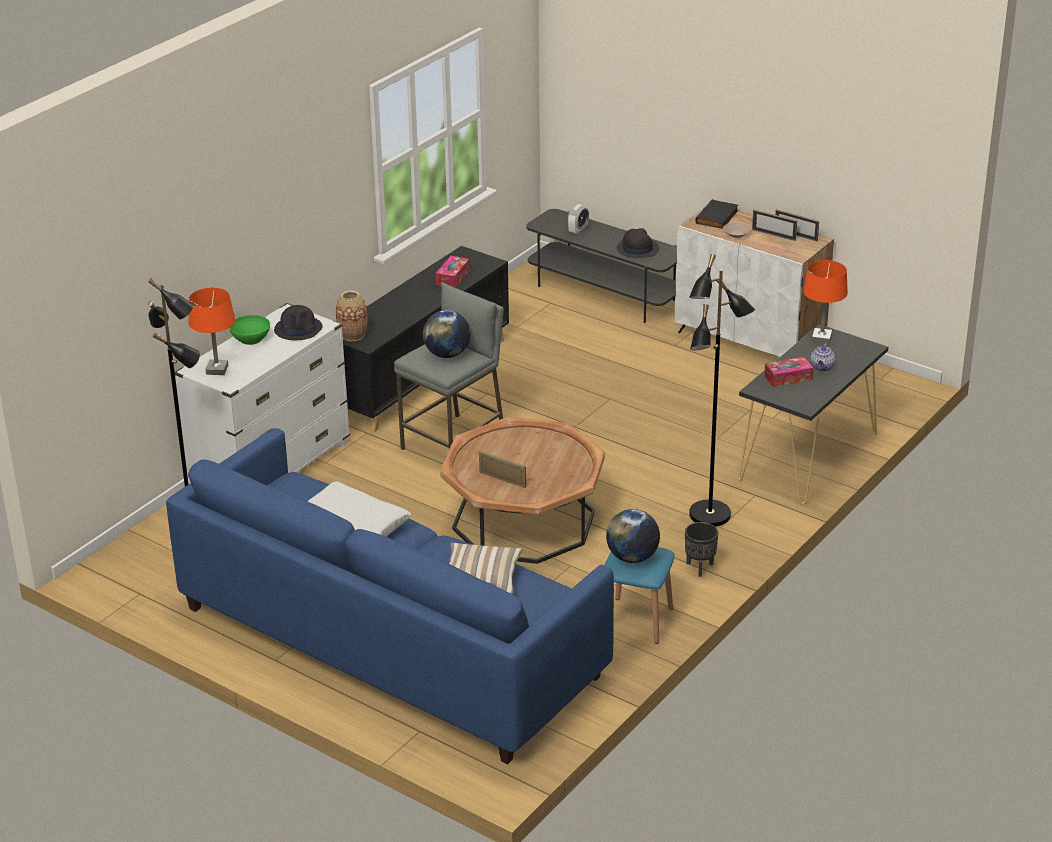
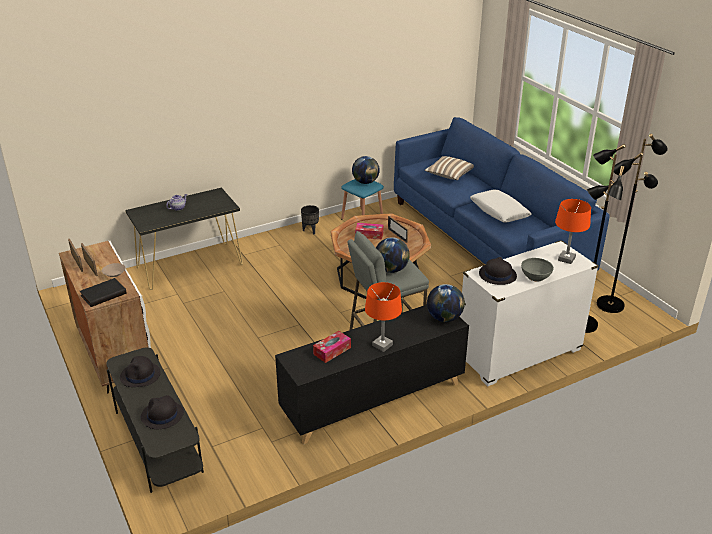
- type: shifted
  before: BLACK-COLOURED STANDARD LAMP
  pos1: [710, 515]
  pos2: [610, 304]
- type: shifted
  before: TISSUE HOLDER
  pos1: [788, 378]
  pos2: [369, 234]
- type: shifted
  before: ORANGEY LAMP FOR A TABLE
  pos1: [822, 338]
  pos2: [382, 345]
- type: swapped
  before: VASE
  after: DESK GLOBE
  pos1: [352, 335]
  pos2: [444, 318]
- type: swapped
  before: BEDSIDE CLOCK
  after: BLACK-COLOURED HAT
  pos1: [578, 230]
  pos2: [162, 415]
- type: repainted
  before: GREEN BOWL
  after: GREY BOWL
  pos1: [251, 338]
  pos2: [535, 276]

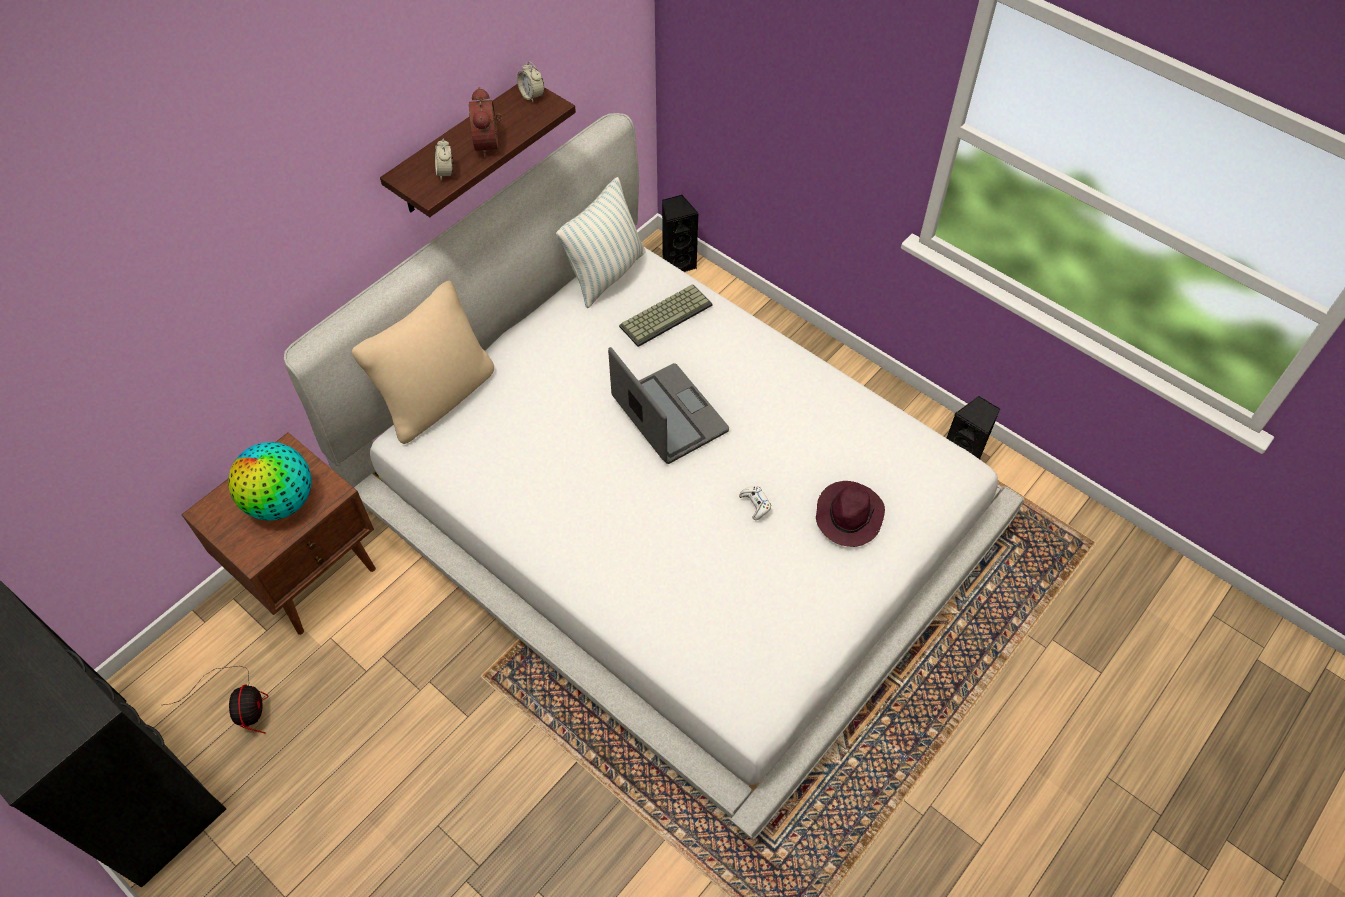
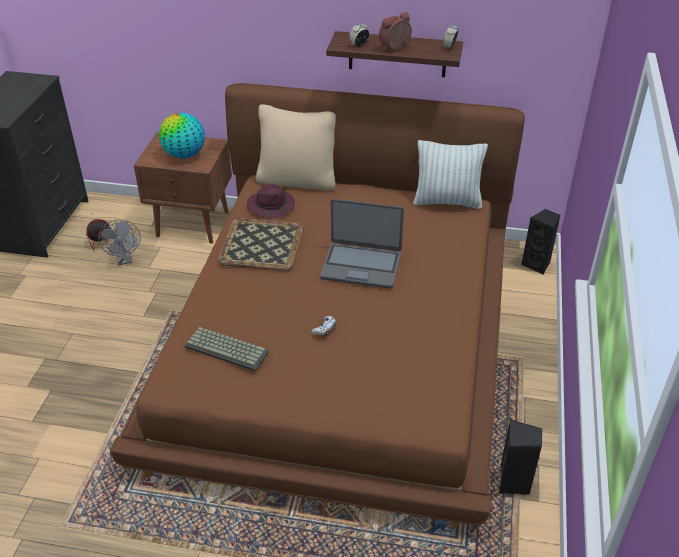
- type: new
  after: GREY ELECTRIC FAN
  pos2: [125, 260]
- type: new
  after: SERVING TRAY
  pos2: [261, 244]
- type: shifted
  before: KEYBOARD
  pos1: [666, 314]
  pos2: [228, 349]
- type: shifted
  before: PURPLISH HAT
  pos1: [848, 515]
  pos2: [272, 206]
- type: repainted
  before: WHITISH BEDROOM BED
  after: BROWN-COLOURED BEDROOM BED
  pos1: [672, 513]
  pos2: [339, 342]
- type: rotated
  before: NOTEBOOK COMPUTER
  pos1: [668, 415]
  pos2: [361, 266]
  turn: 75

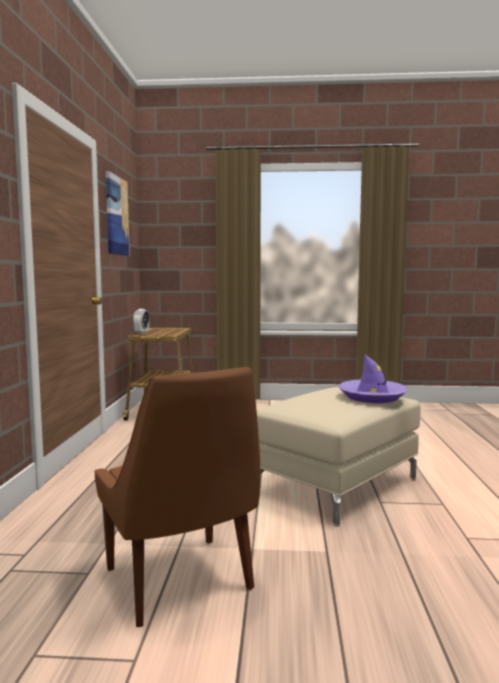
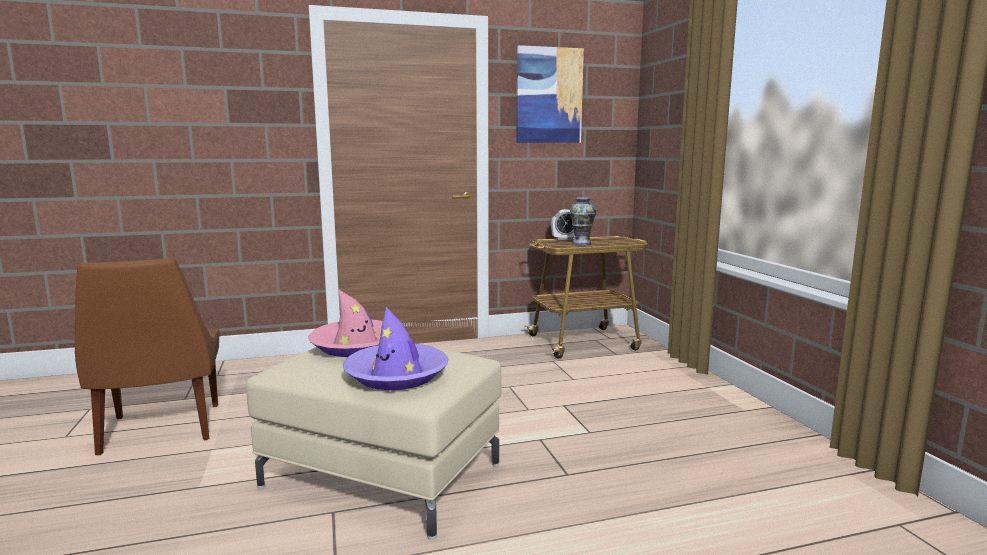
- type: new
  after: PINKISH HAT
  pos2: [356, 346]
- type: new
  after: VASE
  pos2: [581, 243]
- type: rotated
  before: BROWN-COLOURED CHAIR
  pos1: [181, 582]
  pos2: [160, 431]
  turn: -60

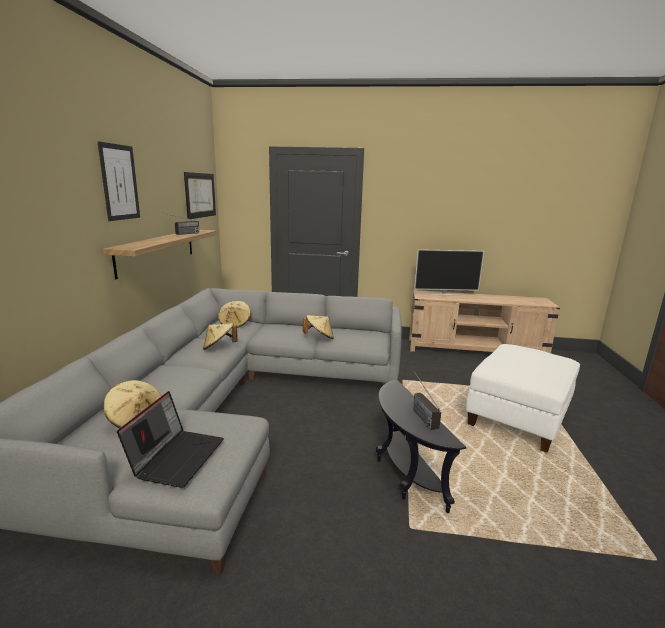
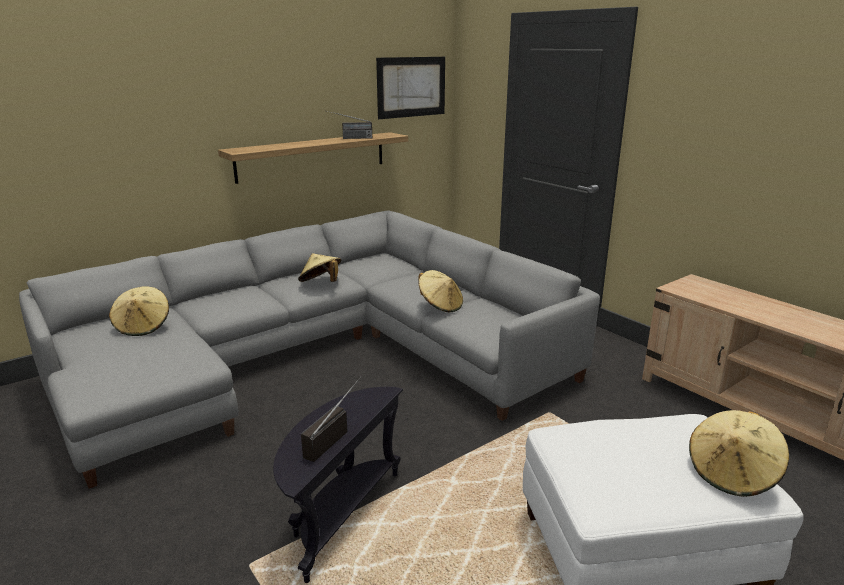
- type: gone
  before: WALL ART
  pos1: [119, 182]
- type: gone
  before: NOTEBOOK COMPUTER
  pos1: [177, 456]
- type: gone
  before: TV SET
  pos1: [445, 294]
- type: shifted
  before: BEIGE-COLOURED HAT
  pos1: [235, 324]
  pos2: [732, 473]

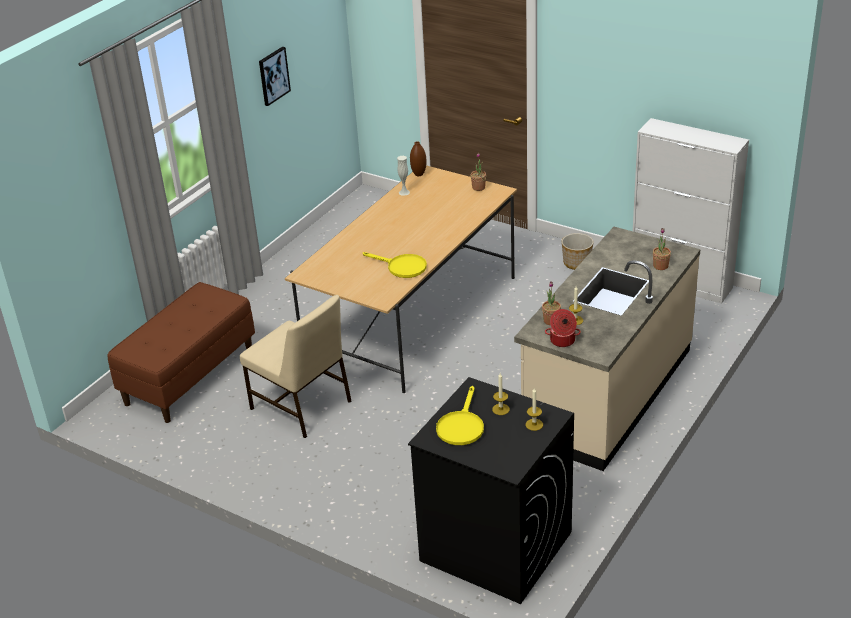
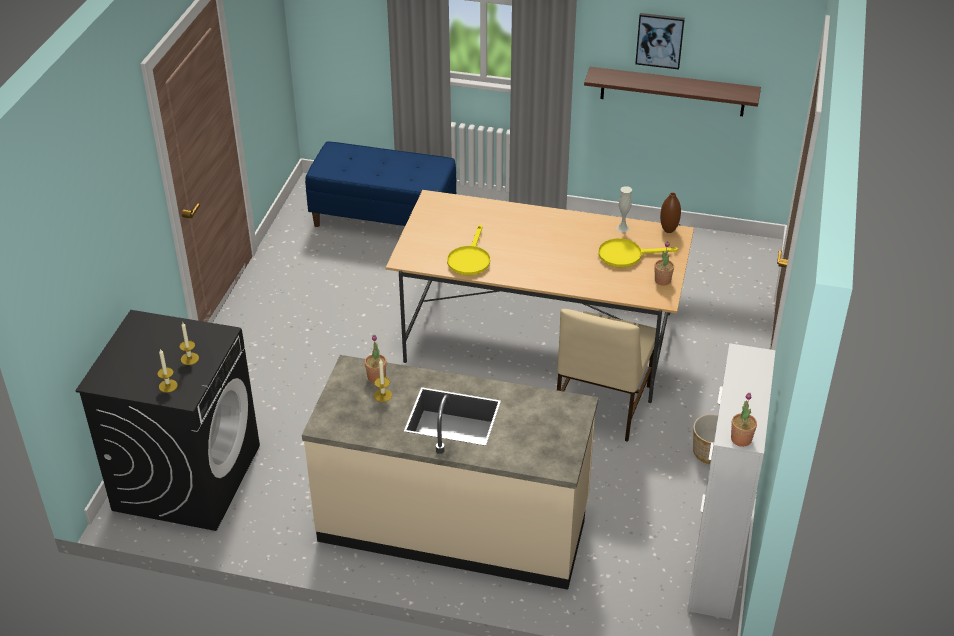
- type: gone
  before: STOCKPOT
  pos1: [562, 341]
- type: new
  after: WALL SHELF
  pos2: [672, 91]
- type: shifted
  before: BEIGE-COLOURED CHAIR
  pos1: [301, 406]
  pos2: [601, 405]
- type: shifted
  before: YELLOW PAN
  pos1: [461, 426]
  pos2: [626, 255]
- type: shifted
  before: HOUSEPLANT
  pos1: [660, 266]
  pos2: [741, 439]
- type: repainted
  before: BROWN-COLOURED INDOOR BENCH
  after: BLUE-COLOURED INDOOR BENCH
  pos1: [189, 376]
  pos2: [384, 219]

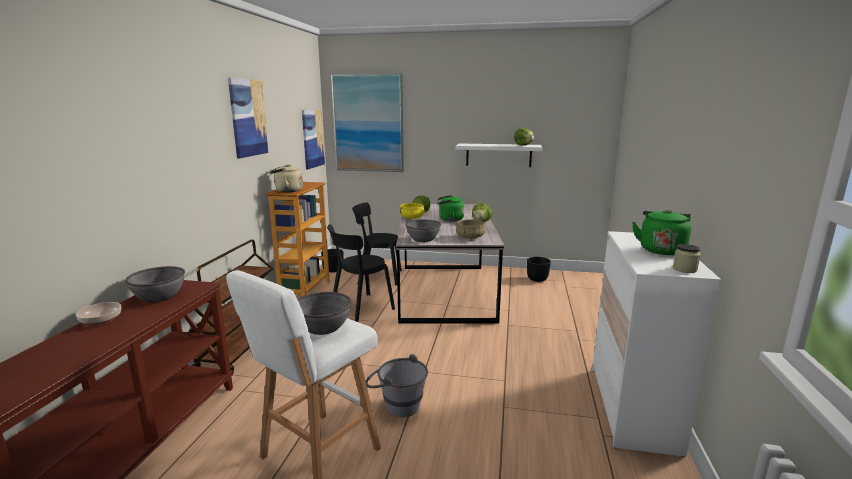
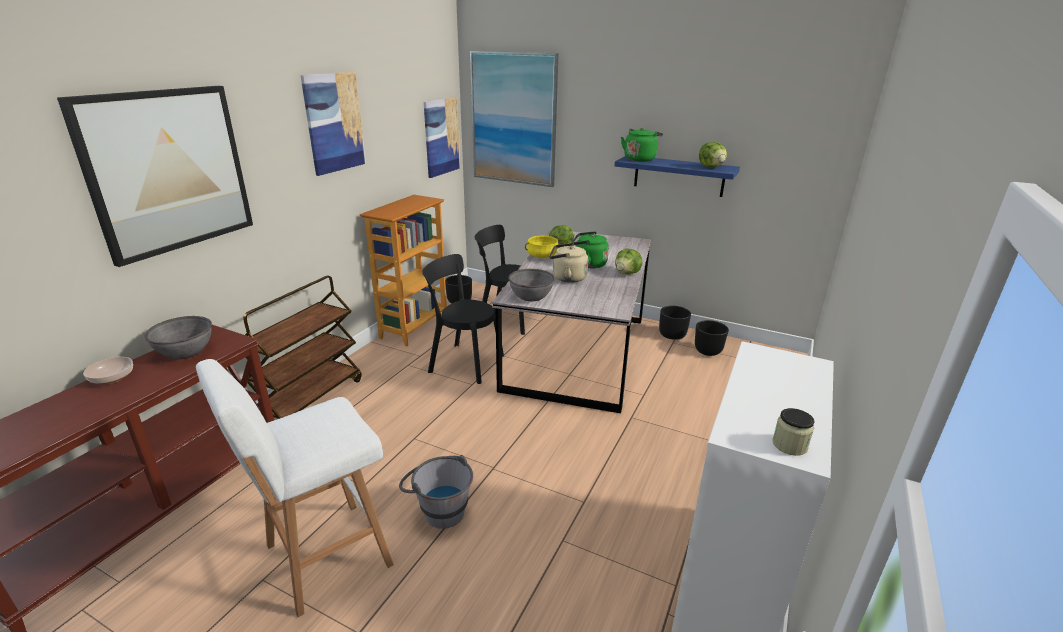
- type: gone
  before: GREY BOWL
  pos1: [323, 327]
- type: gone
  before: BEIGE-COLOURED STOCKPOT
  pos1: [470, 237]
- type: new
  after: WALL ART
  pos2: [168, 171]
- type: new
  after: BLACK-COLOURED FLOWER POT
  pos2: [672, 335]
- type: shifted
  before: BEIGE-COLOURED TEA KETTLE
  pos1: [287, 191]
  pos2: [567, 278]
- type: shifted
  before: GREEN TEA KETTLE
  pos1: [661, 250]
  pos2: [640, 159]
- type: repainted
  before: WHITISH WALL SHELF
  after: BLUE-COLOURED WALL SHELF
  pos1: [498, 155]
  pos2: [678, 176]
- type: rotated
  before: BLACK-COLOURED CHAIR
  pos1: [360, 308]
  pos2: [463, 362]
  turn: 45

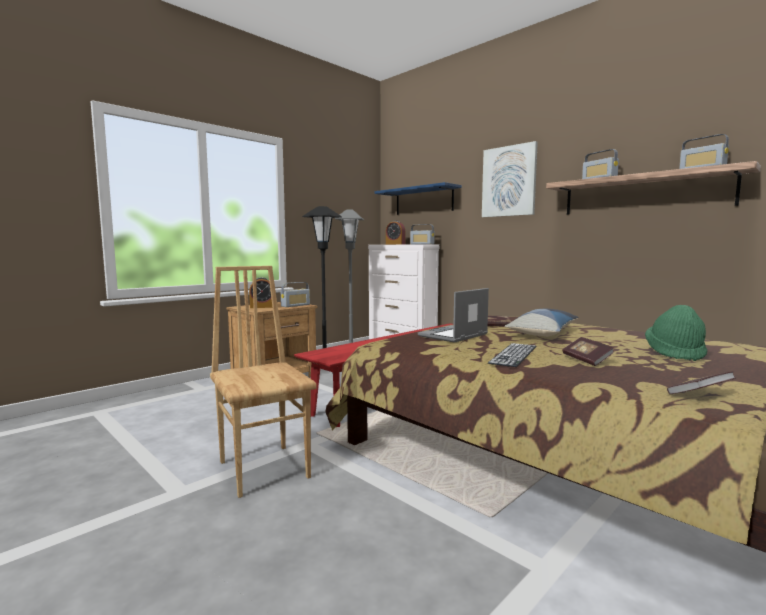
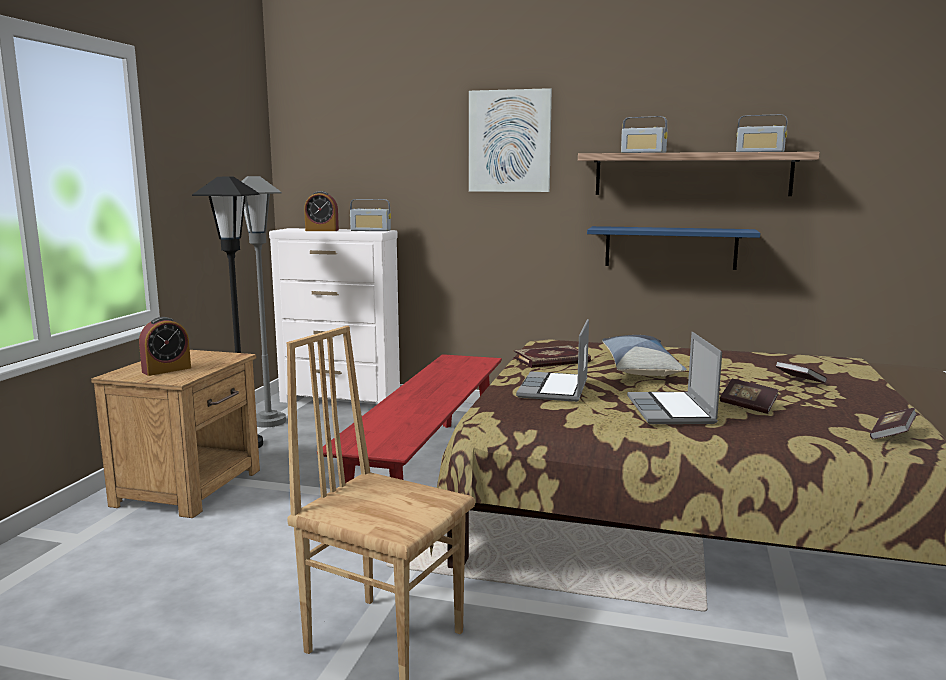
- type: gone
  before: RADIO RECEIVER
  pos1: [295, 305]
- type: shifted
  before: BLUE-COLOURED WALL SHELF
  pos1: [424, 201]
  pos2: [670, 247]
- type: swapped
  before: KEYBOARD
  after: NOTEBOOK COMPUTER
  pos1: [514, 354]
  pos2: [672, 411]
- type: swapped
  before: GREEN HAT
  after: BOUND BOOK
  pos1: [675, 353]
  pos2: [799, 381]

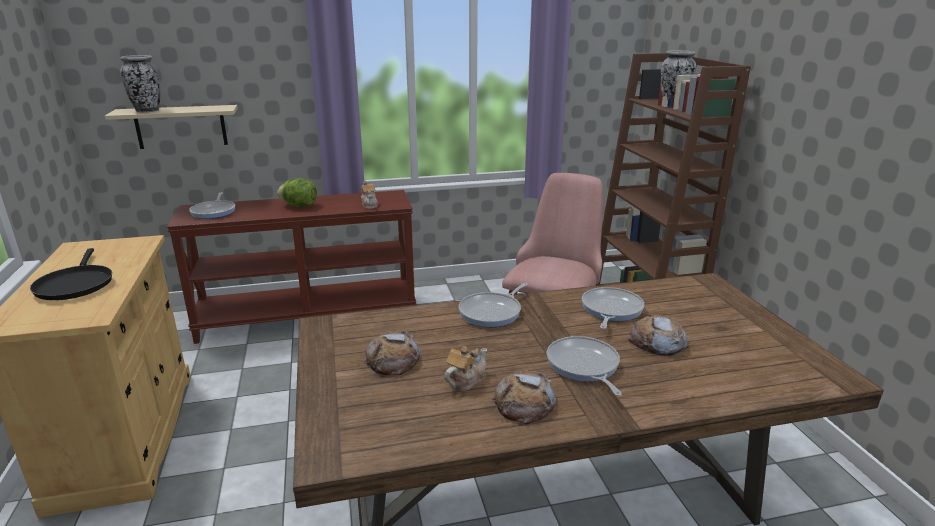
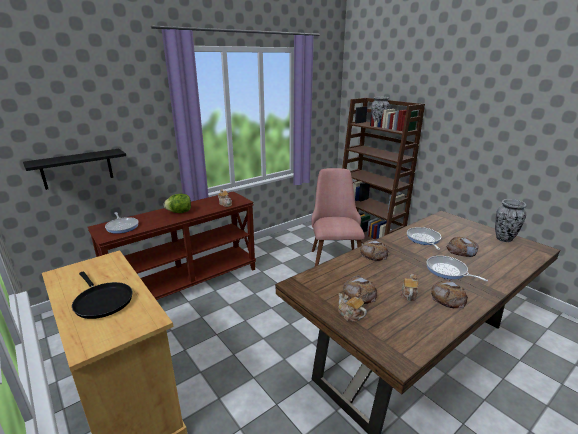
- type: new
  after: TEAPOT
  pos2: [350, 315]
- type: shifted
  before: VASE
  pos1: [147, 111]
  pos2: [504, 239]
- type: swapped
  before: PAN
  after: BAKED BREAD
  pos1: [492, 312]
  pos2: [373, 254]
- type: repainted
  before: BEIGE-COLOURED WALL SHELF
  after: BLACK-COLOURED WALL SHELF
  pos1: [181, 127]
  pos2: [77, 169]

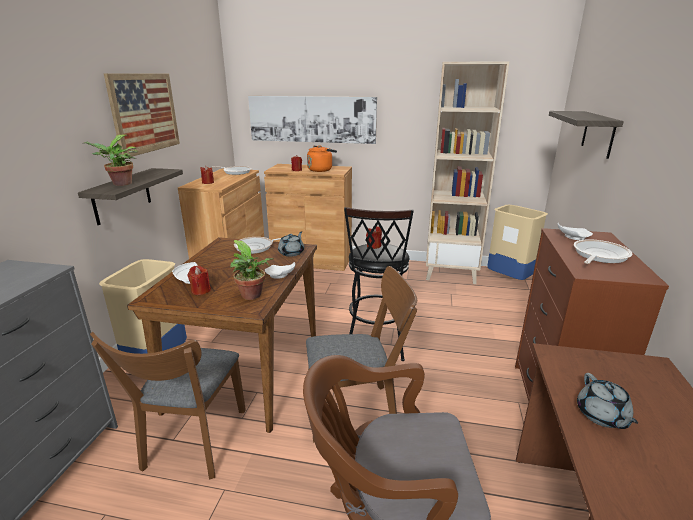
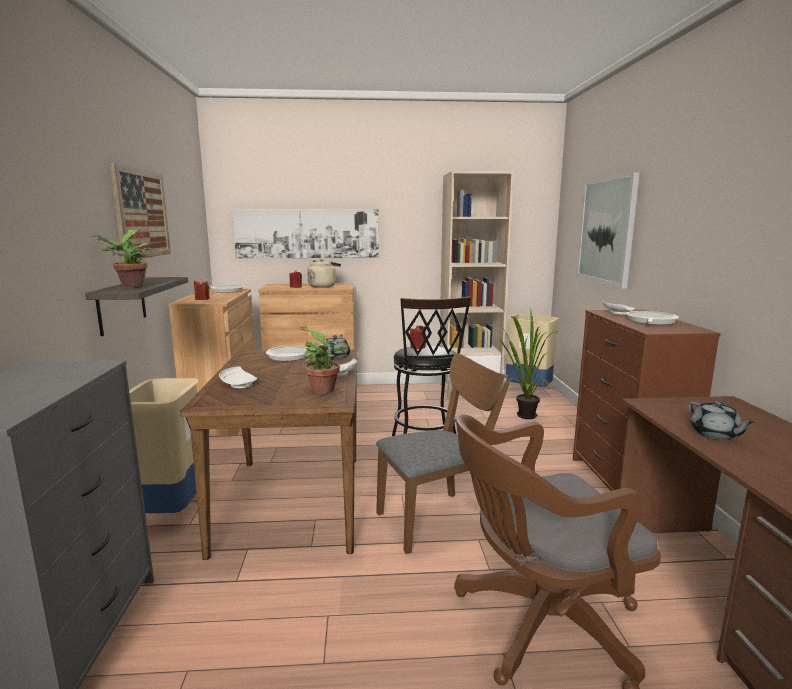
- type: gone
  before: BROWN-COLOURED CHAIR
  pos1: [193, 444]
- type: gone
  before: REDDISH WAX LIGHT
  pos1: [200, 291]
- type: new
  after: HOUSEPLANT
  pos2: [522, 416]
- type: swapped
  before: WALL SHELF
  after: WALL ART
  pos1: [598, 133]
  pos2: [606, 230]
- type: repainted
  before: ORANGEY TEA KETTLE
  after: BEIGE-COLOURED TEA KETTLE
  pos1: [321, 170]
  pos2: [323, 286]

